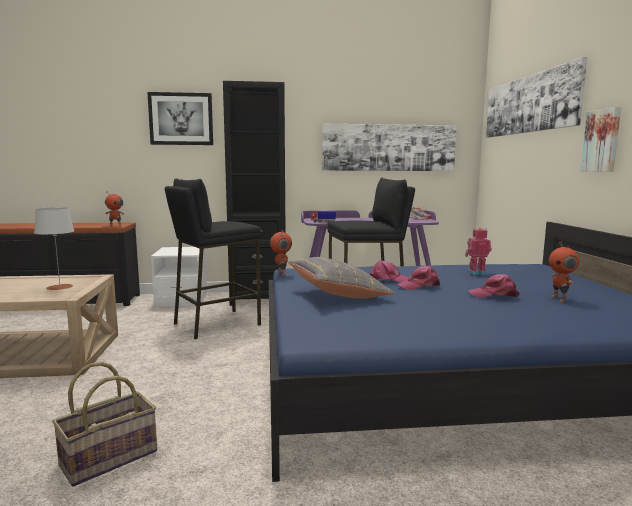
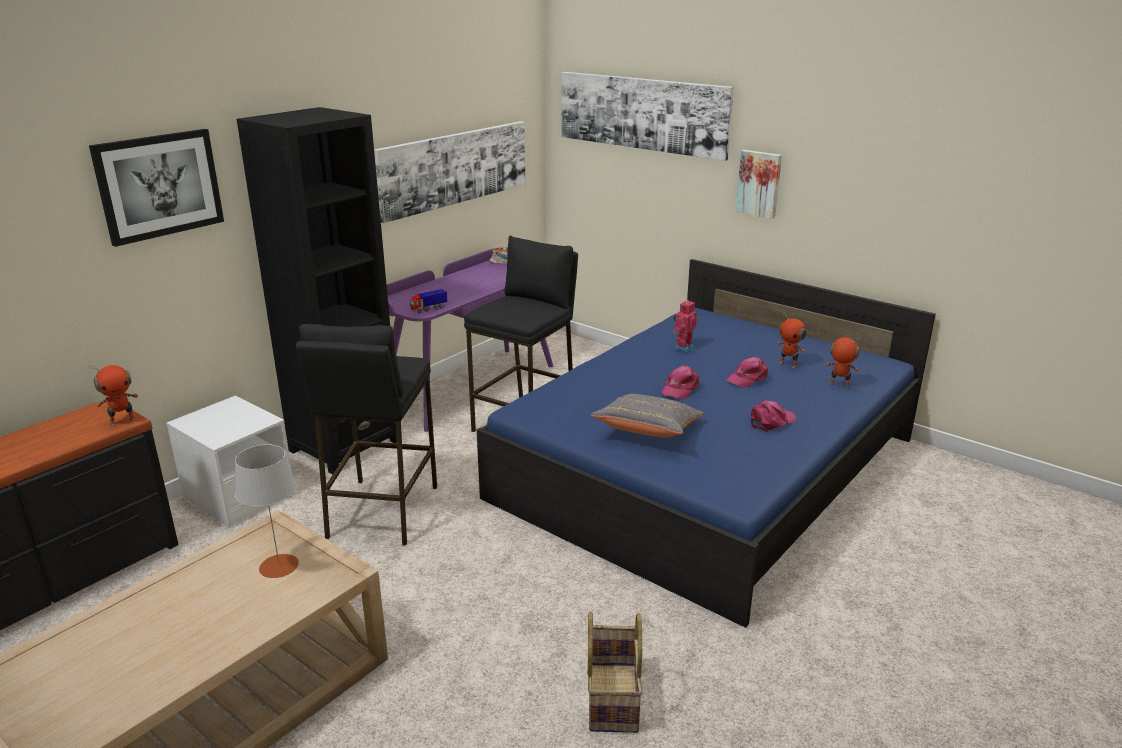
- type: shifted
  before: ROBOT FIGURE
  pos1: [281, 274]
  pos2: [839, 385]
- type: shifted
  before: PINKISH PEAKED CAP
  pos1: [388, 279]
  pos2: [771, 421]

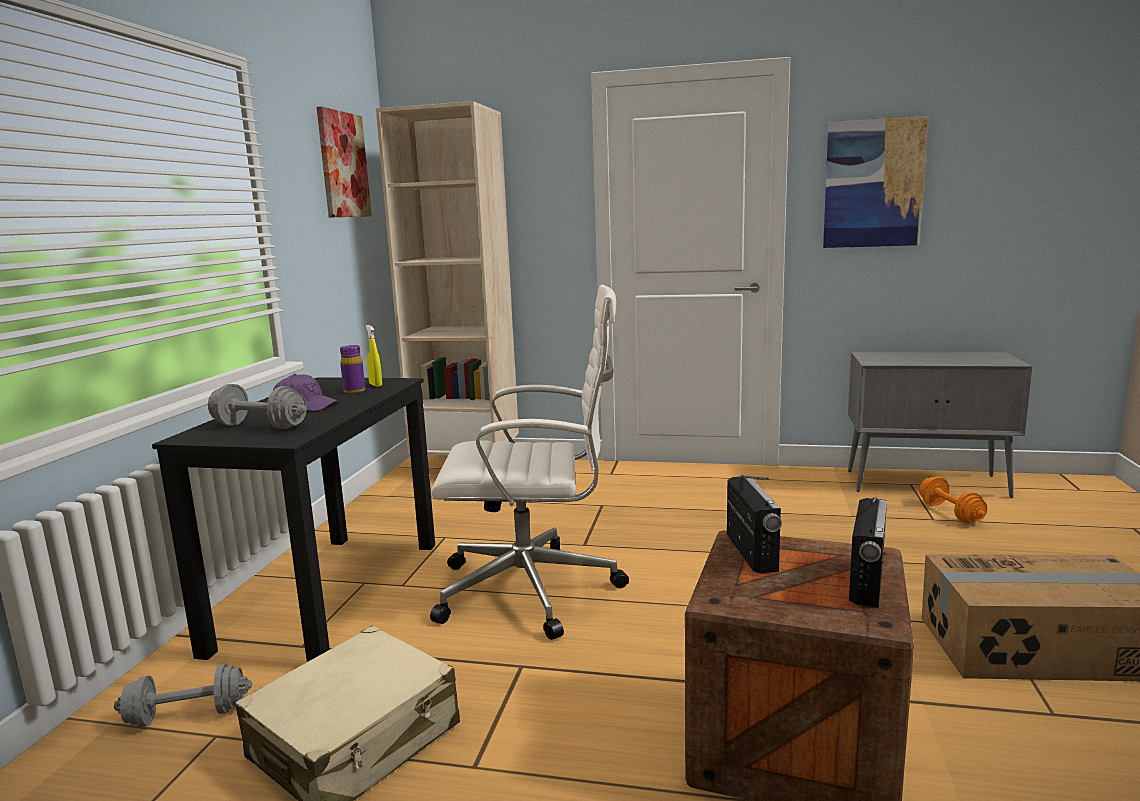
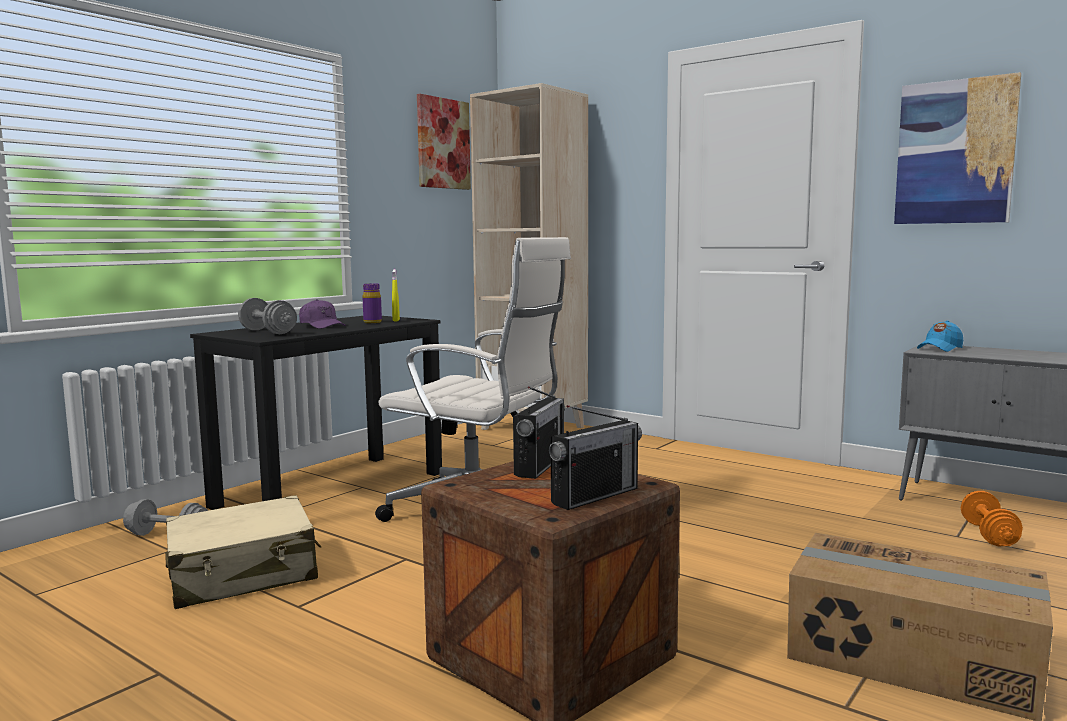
- type: new
  after: BLUE-COLOURED PEAKED CAP
  pos2: [940, 349]

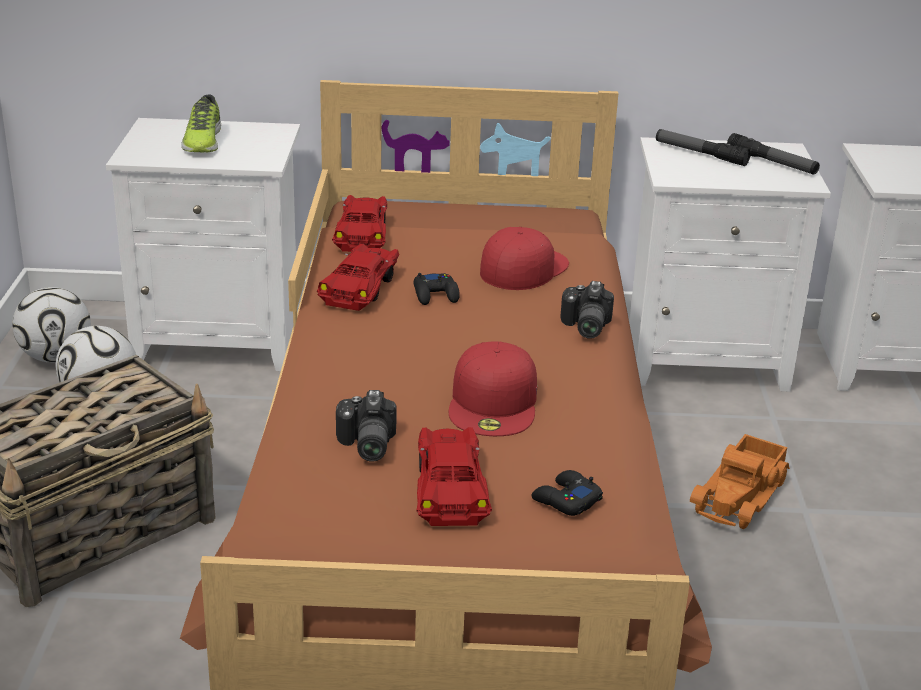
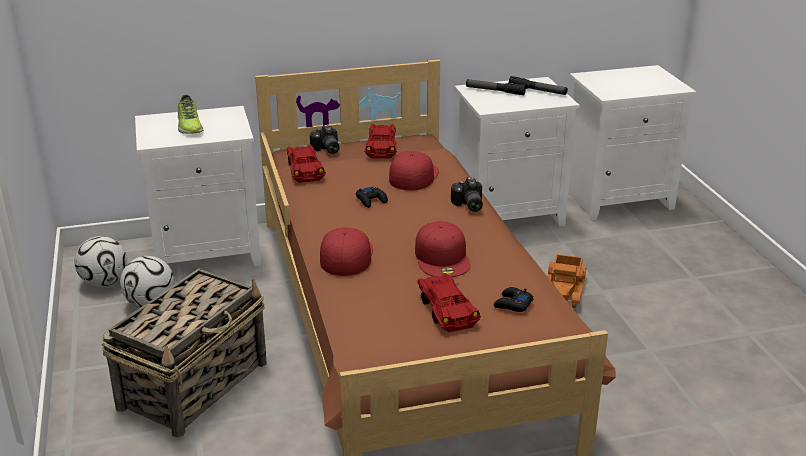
- type: new
  after: REDDISH PEAKED CAP
  pos2: [345, 255]
- type: shifted
  before: REDDISH TOY CAR
  pos1: [362, 288]
  pos2: [382, 147]
- type: shifted
  before: STILL CAMERA
  pos1: [365, 445]
  pos2: [326, 149]

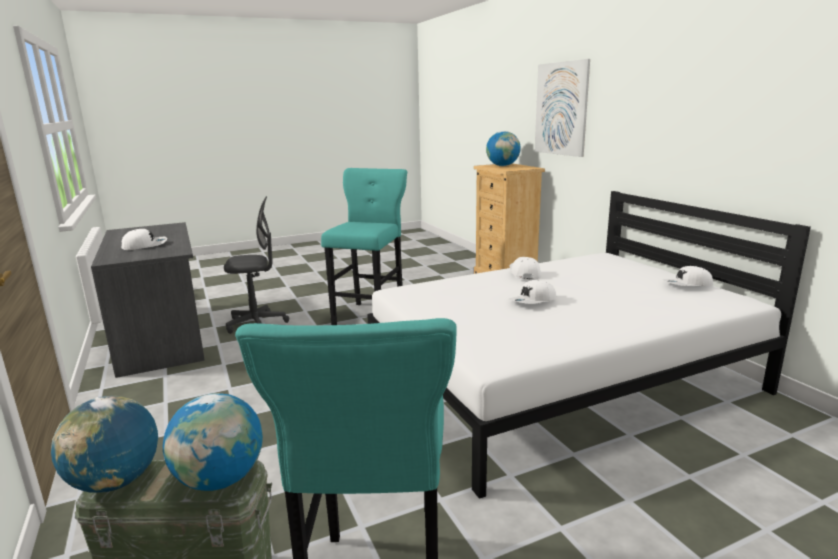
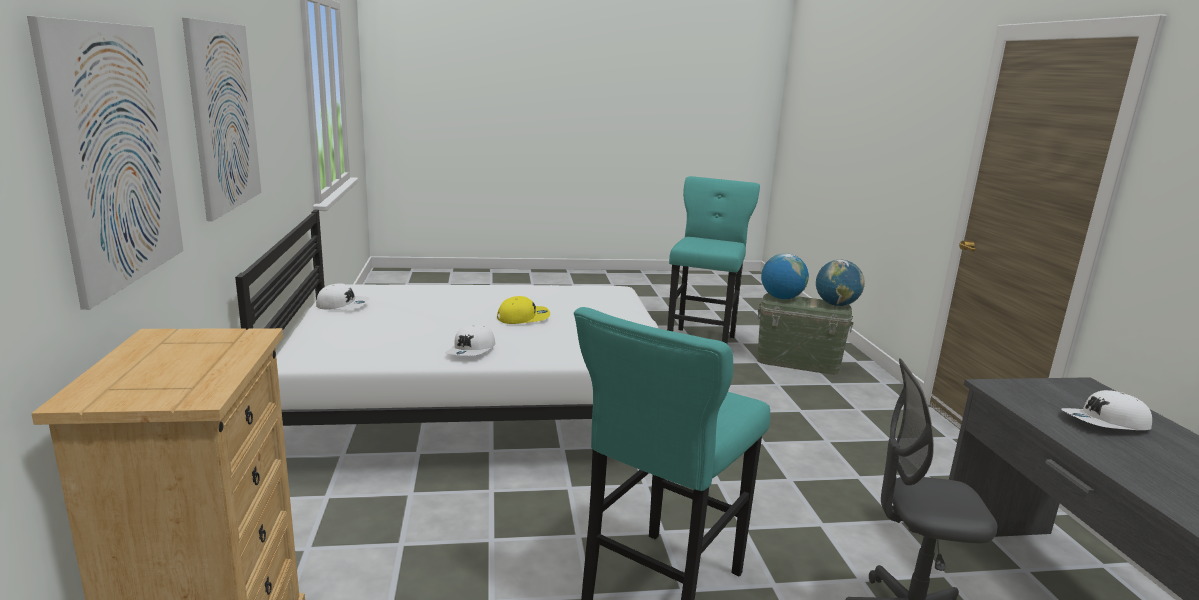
- type: gone
  before: DESK GLOBE
  pos1: [502, 166]
- type: new
  after: WALL ART
  pos2: [224, 117]
- type: repainted
  before: WHITISH PEAKED CAP
  after: YELLOW PEAKED CAP
  pos1: [533, 301]
  pos2: [523, 317]

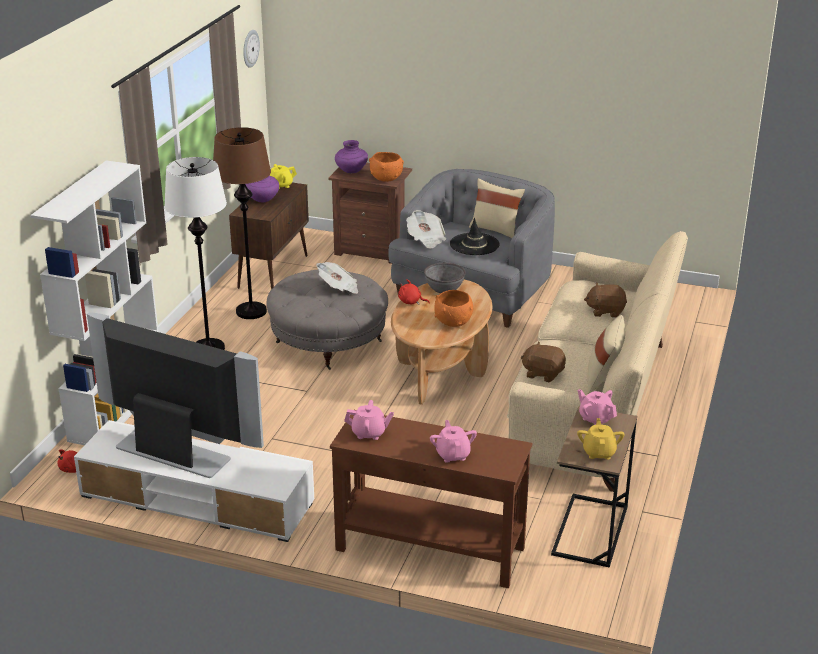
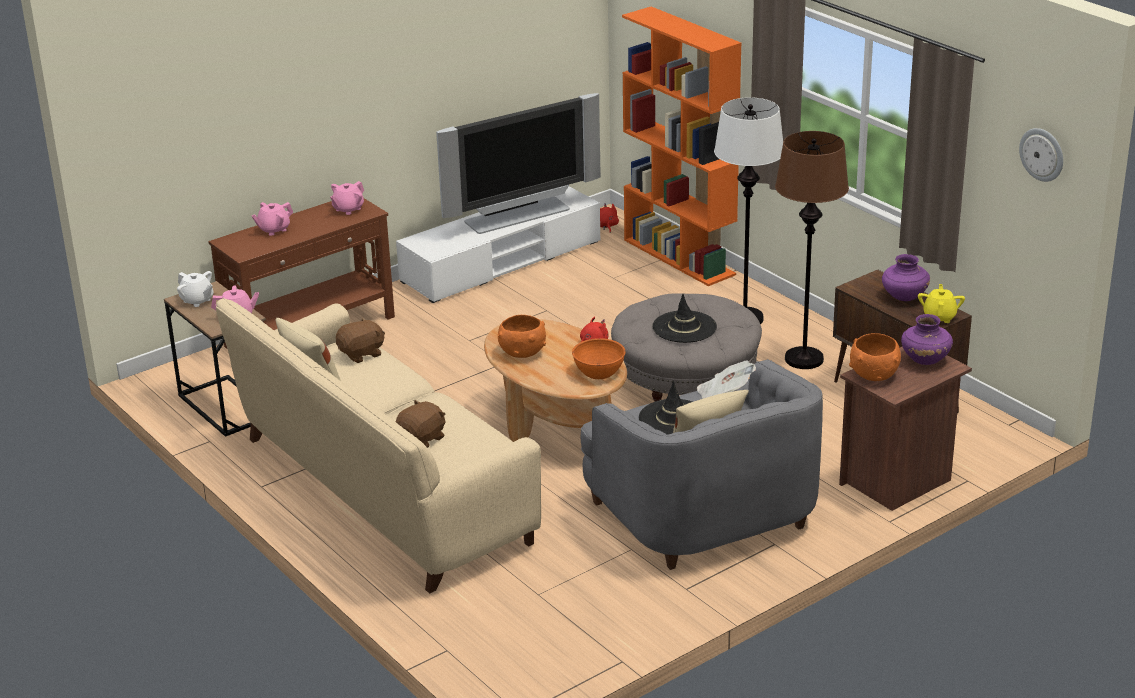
- type: swapped
  before: DAILY PAPER
  after: BLACK-COLOURED HAT
  pos1: [339, 288]
  pos2: [684, 327]
- type: repainted
  before: WHITISH BOOKSHELF
  after: ORANGEY BOOKSHELF
  pos1: [116, 409]
  pos2: [680, 257]
- type: repainted
  before: GREY BOWL
  after: ORANGEY BOWL
  pos1: [444, 288]
  pos2: [599, 372]
- type: repainted
  before: YELLOW TEAPOT
  after: WHITISH TEAPOT
  pos1: [599, 452]
  pos2: [197, 300]
- type: rotated
  before: PINKISH TEAPOT
  pos1: [453, 455]
  pos2: [273, 229]
  turn: 120

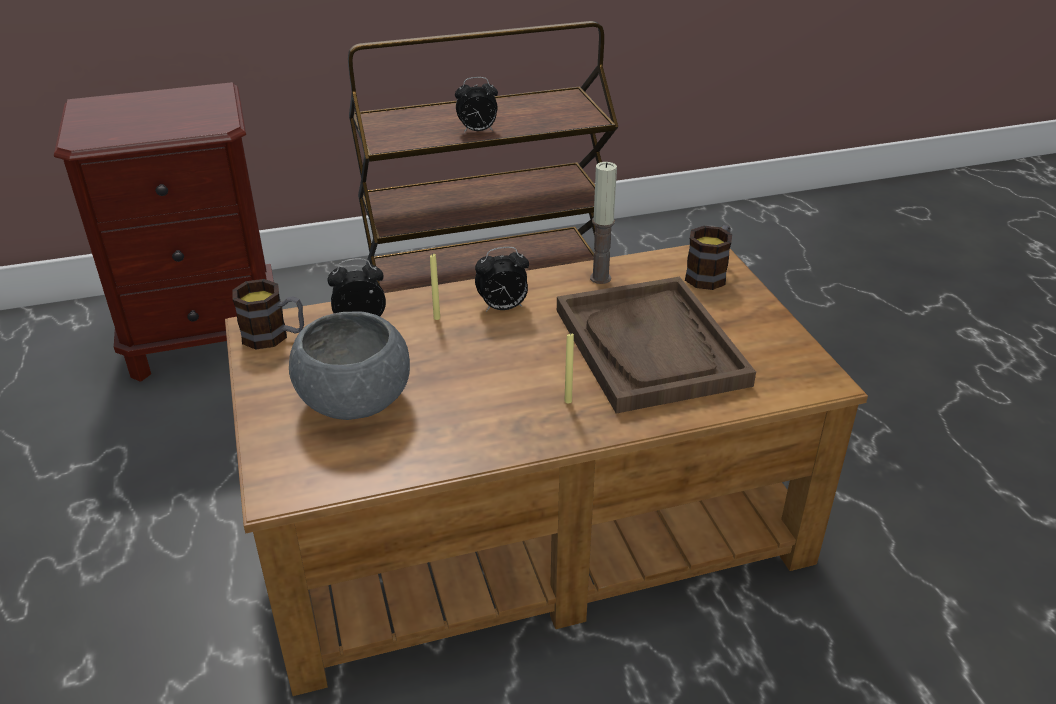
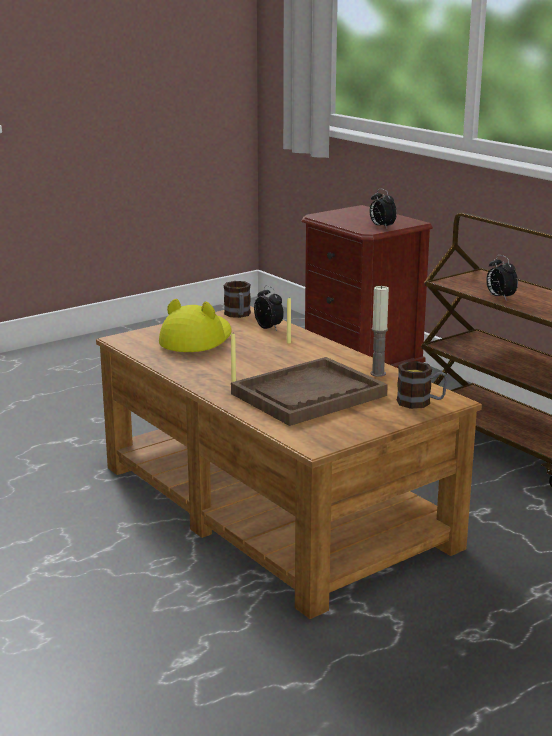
- type: shifted
  before: BEDSIDE CLOCK
  pos1: [502, 308]
  pos2: [381, 227]
- type: swapped
  before: GREY BOWL
  after: YELLOW HAT
  pos1: [354, 401]
  pos2: [196, 339]

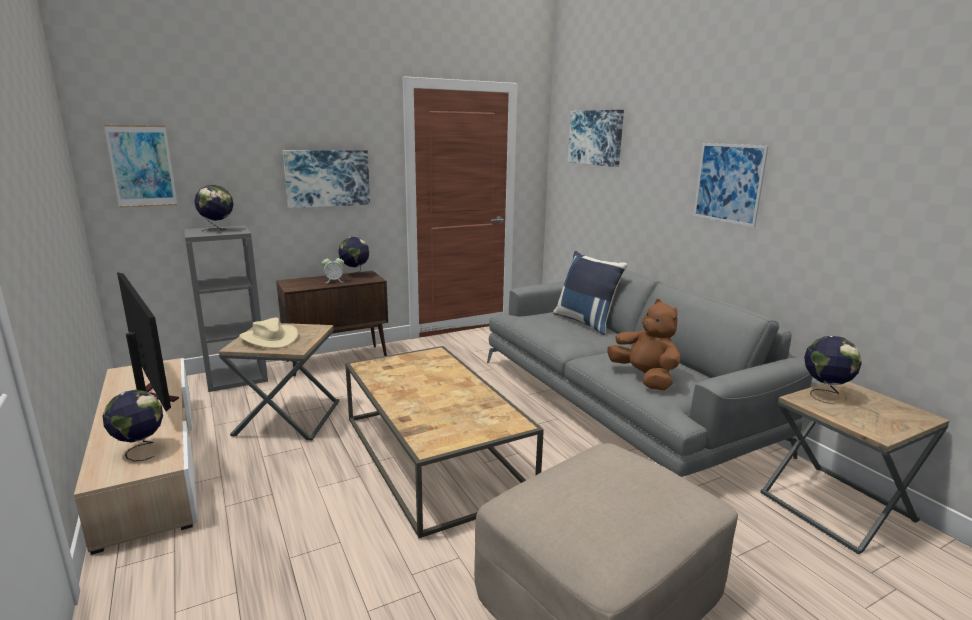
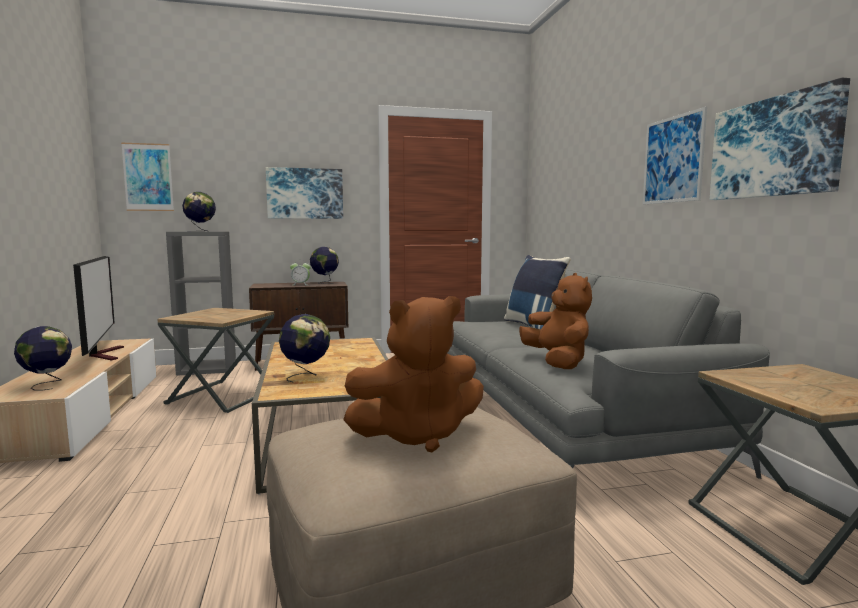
- type: gone
  before: BEIGE-COLOURED HAT
  pos1: [269, 338]
- type: new
  after: BROWN-COLOURED PLUSH TOY
  pos2: [417, 435]
- type: shifted
  before: WALL ART
  pos1: [596, 137]
  pos2: [774, 148]
- type: shifted
  before: DESK GLOBE
  pos1: [824, 394]
  pos2: [306, 376]

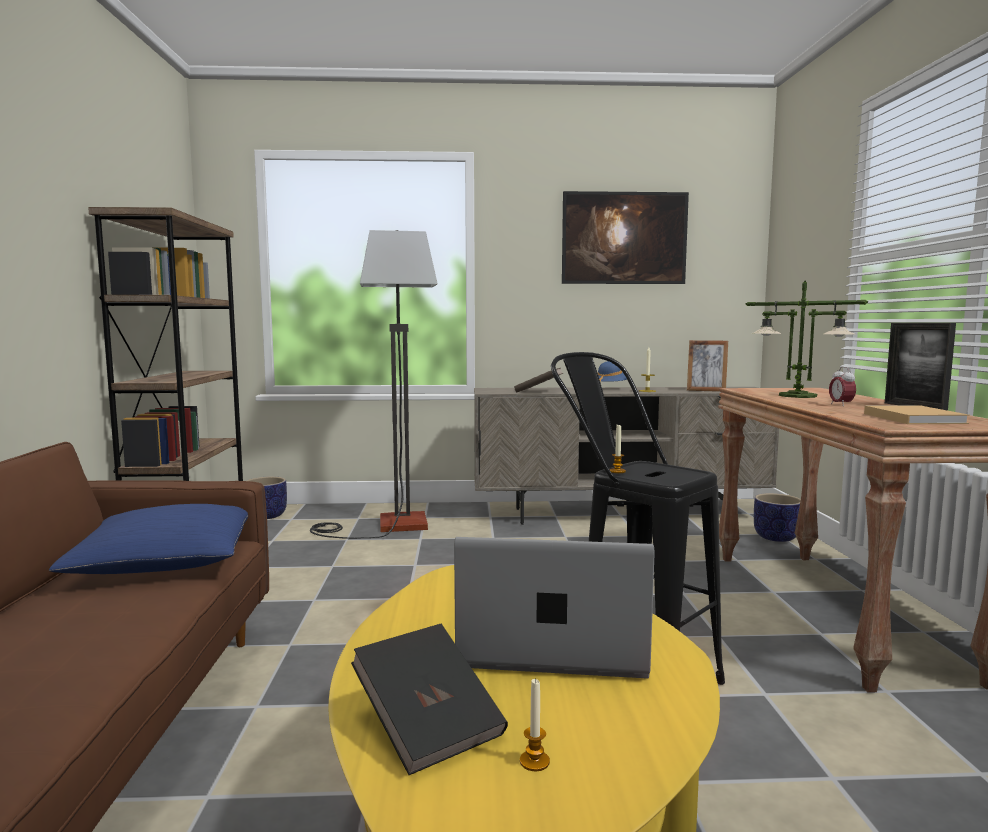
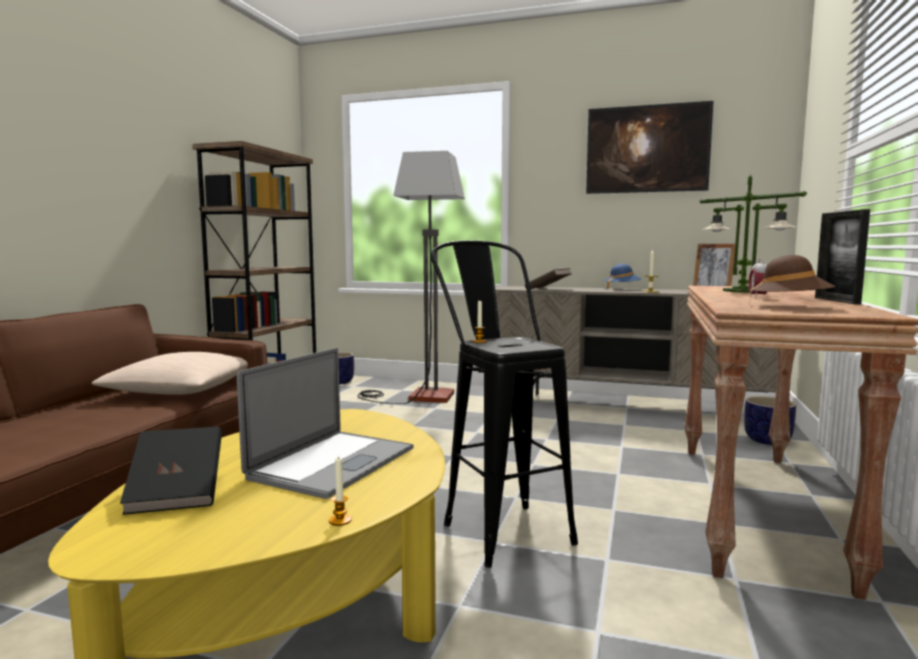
- type: shifted
  before: WAX LIGHT
  pos1: [534, 761]
  pos2: [340, 520]
- type: swapped
  before: BEIGE-COLOURED BOUND BOOK
  after: BROWN-COLOURED HAT
  pos1: [912, 418]
  pos2: [790, 306]
- type: repainted
  before: BLUE-COLOURED THROW PILLOW
  after: BEIGE-COLOURED THROW PILLOW
  pos1: [165, 561]
  pos2: [180, 390]
- type: rotated
  before: NOTEBOOK COMPUTER
  pos1: [552, 644]
  pos2: [333, 463]
  turn: 90

